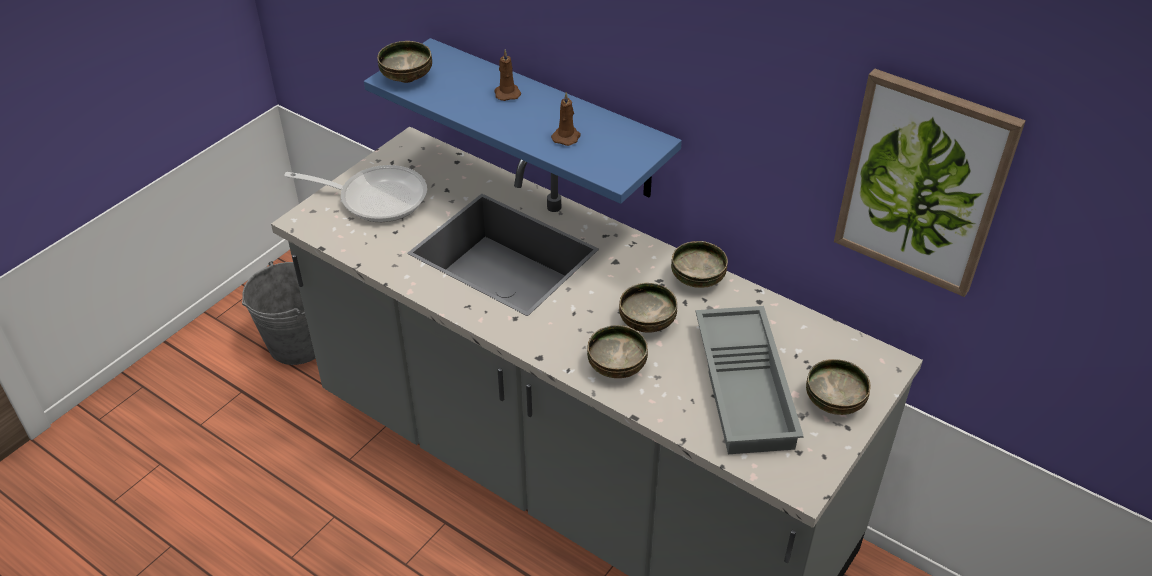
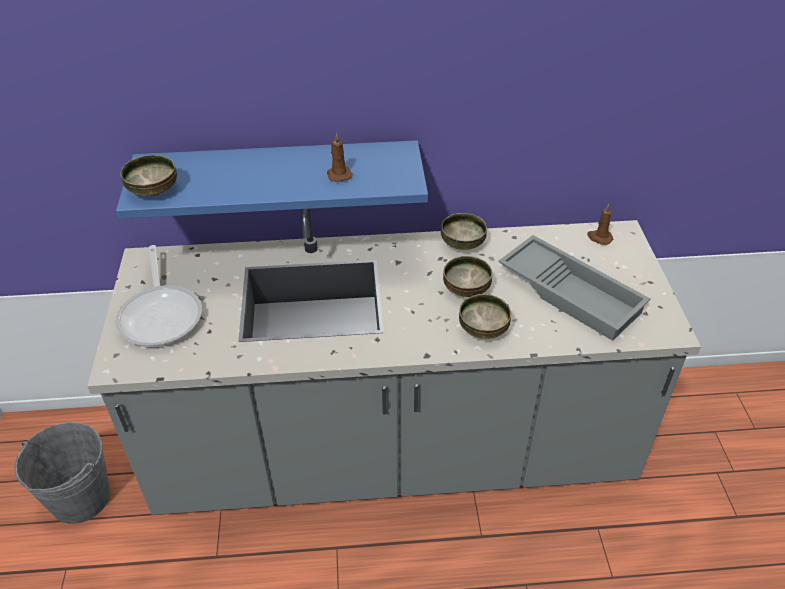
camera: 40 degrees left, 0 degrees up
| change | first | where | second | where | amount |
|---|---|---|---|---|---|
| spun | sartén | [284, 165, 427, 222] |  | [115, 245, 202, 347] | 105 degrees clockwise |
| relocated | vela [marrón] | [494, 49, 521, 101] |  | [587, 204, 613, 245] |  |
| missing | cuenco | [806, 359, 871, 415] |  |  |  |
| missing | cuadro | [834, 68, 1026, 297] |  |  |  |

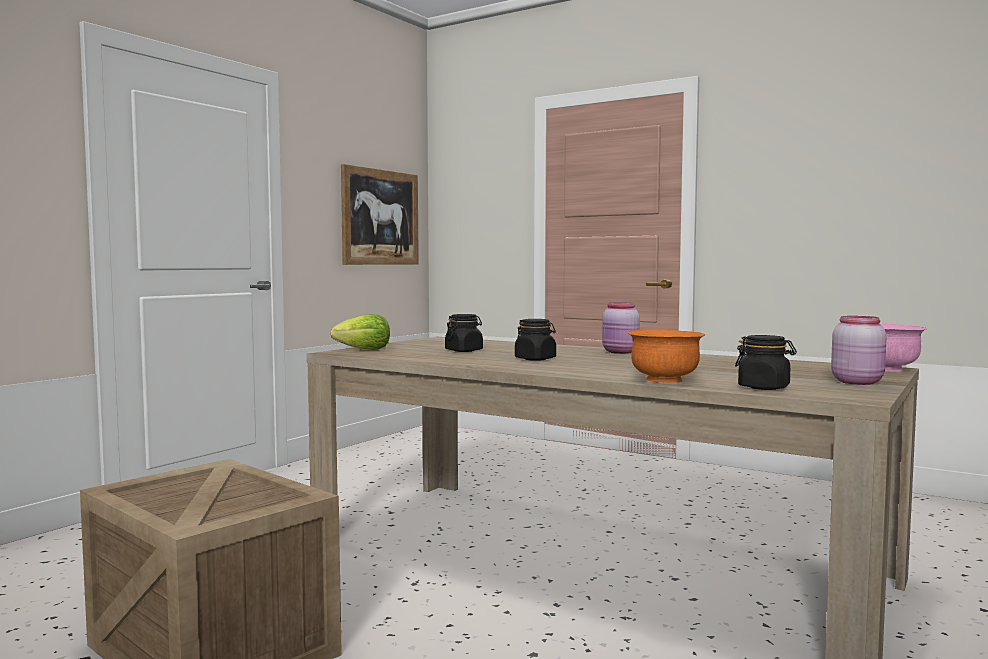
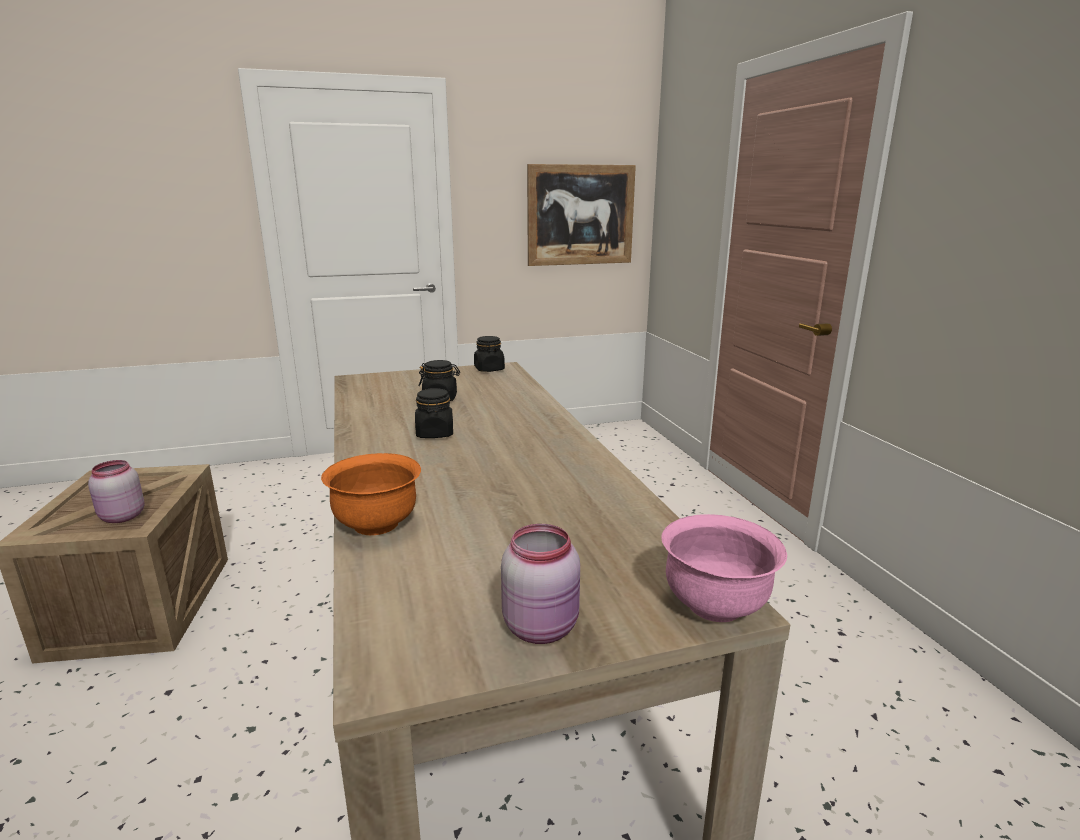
camera: 40 degrees right, 15 degrees up
| change | first | where | second | where | amount |
|---|---|---|---|---|---|
| missing | lechuga | [330, 314, 390, 350] |  |  |  |
| relocated | tarro [rosa] | [602, 303, 640, 354] |  | [88, 460, 145, 523] |  |
| relocated | tarro [negro] | [735, 335, 797, 390] |  | [474, 336, 505, 372] |  |

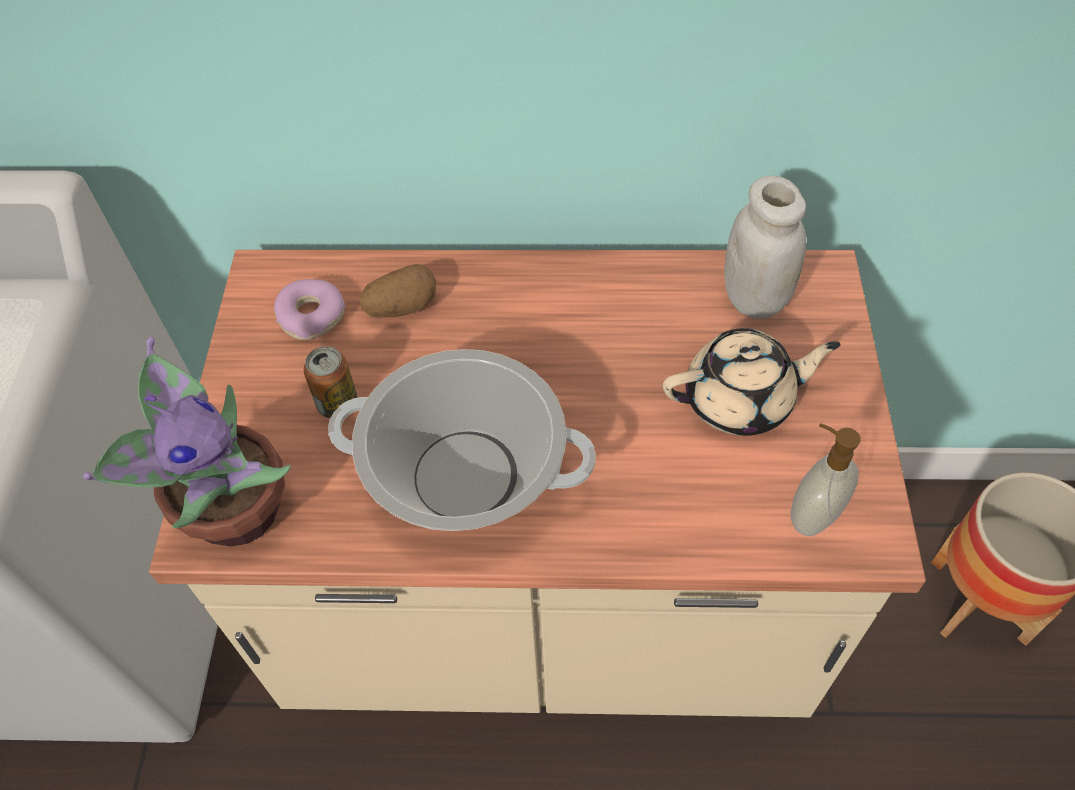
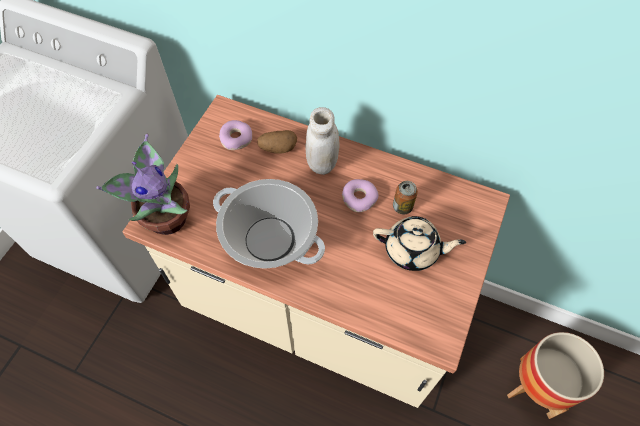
camera: 20 degrees right, 5 degrees up
| change | first | where | second | where | amount |
|---|---|---|---|---|---|
| relocated | lata | [304, 346, 358, 418] |  | [393, 181, 418, 215] |  |
| relocated | tarro [blanco] | [724, 176, 806, 319] |  | [305, 107, 339, 175] |  |
| missing | dispensador de jabón | [790, 423, 861, 536] |  |  |  |
| appeared |  |  | rosquilla | [342, 179, 379, 212] |  |

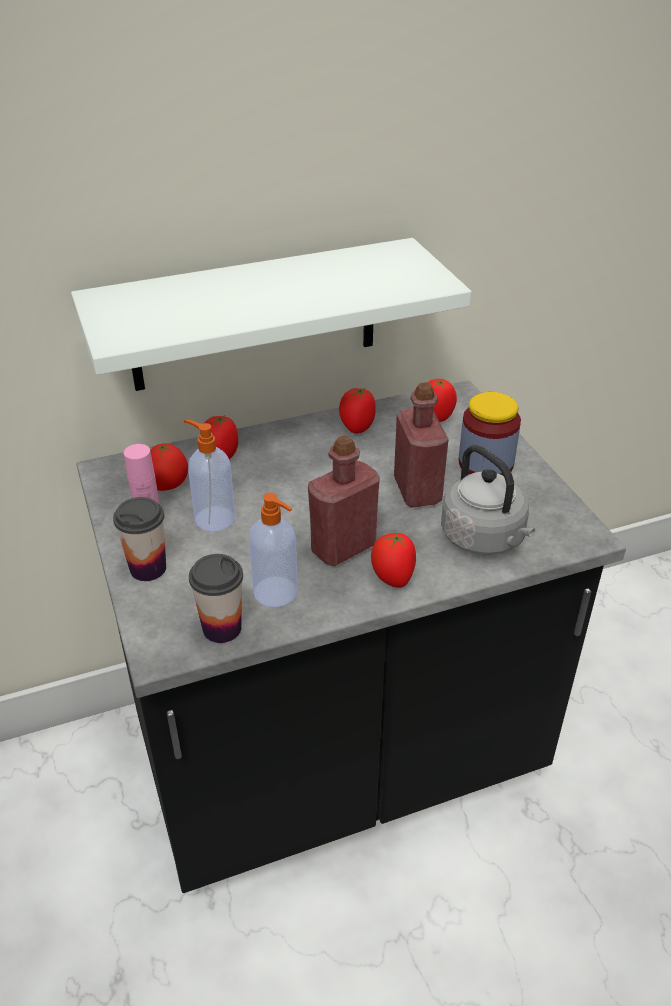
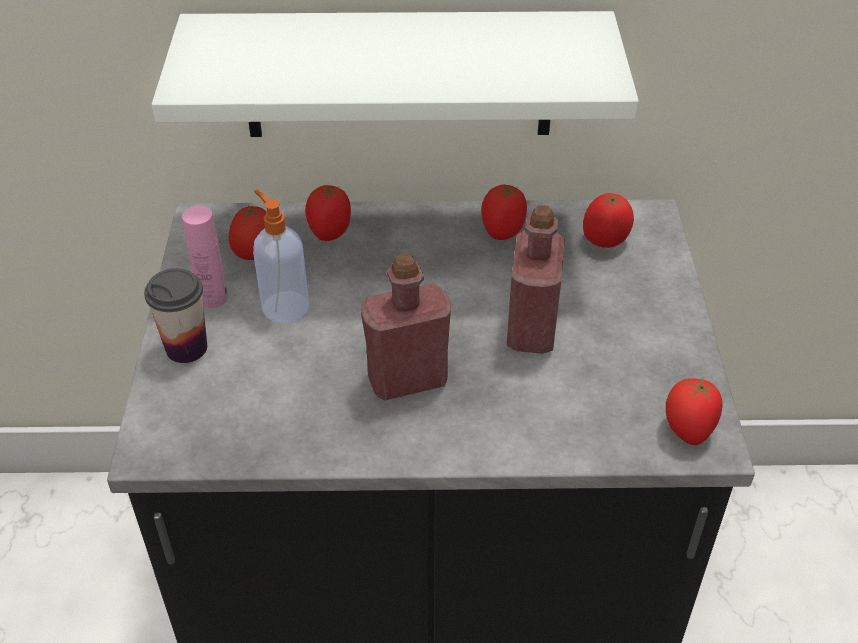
camera: 20 degrees right, 5 degrees up
| change | first | where | second | where | amount |
|---|---|---|---|---|---|
| missing | taza | [189, 554, 243, 643] |  |  |  |
| missing | dispensador de jabón | [249, 493, 298, 607] |  |  |  |
| relocated | tomate | [371, 532, 416, 588] |  | [666, 377, 723, 445] |  |
| missing | hervidor [gris] | [441, 445, 535, 555] |  |  |  |
| missing | tarro | [458, 392, 521, 475] |  |  |  |

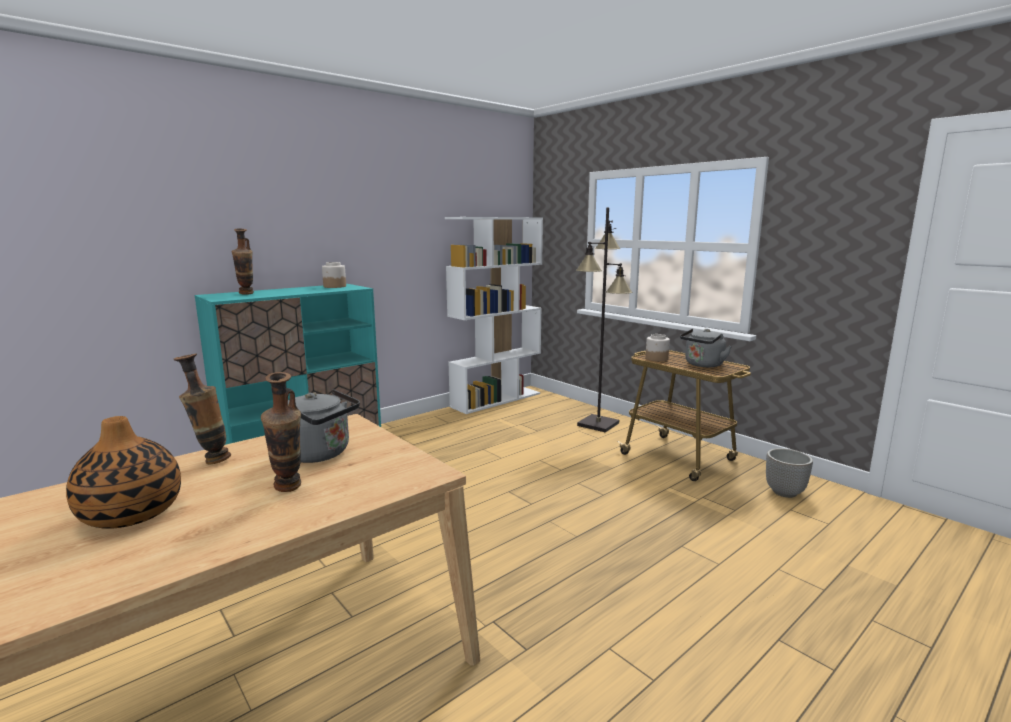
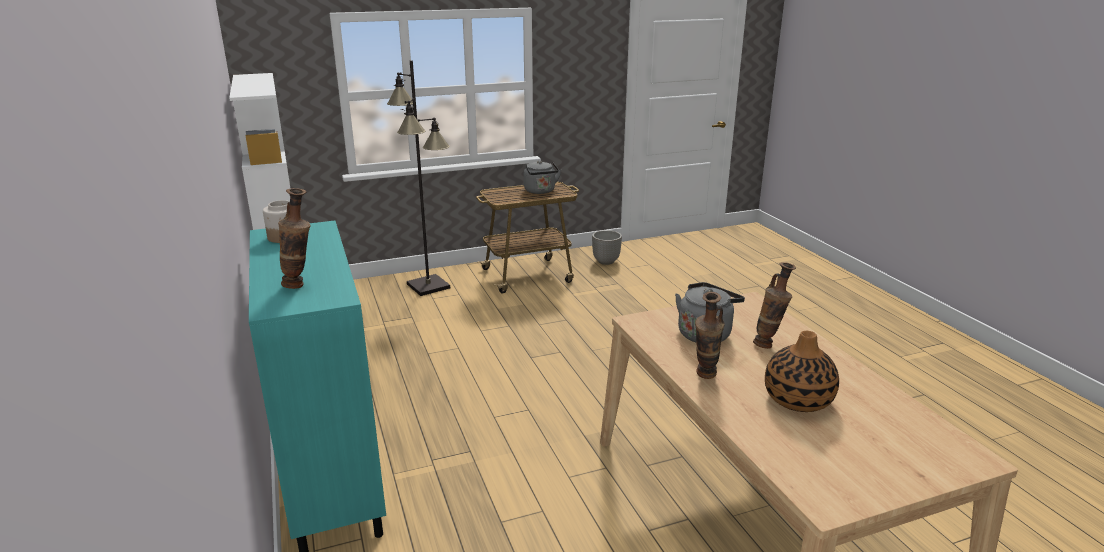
camera: 70 degrees left, 10 degrees up
| change | first | where | second | where | amount |
|---|---|---|---|---|---|
| missing | tarro | [645, 334, 670, 362] |  |  |  |

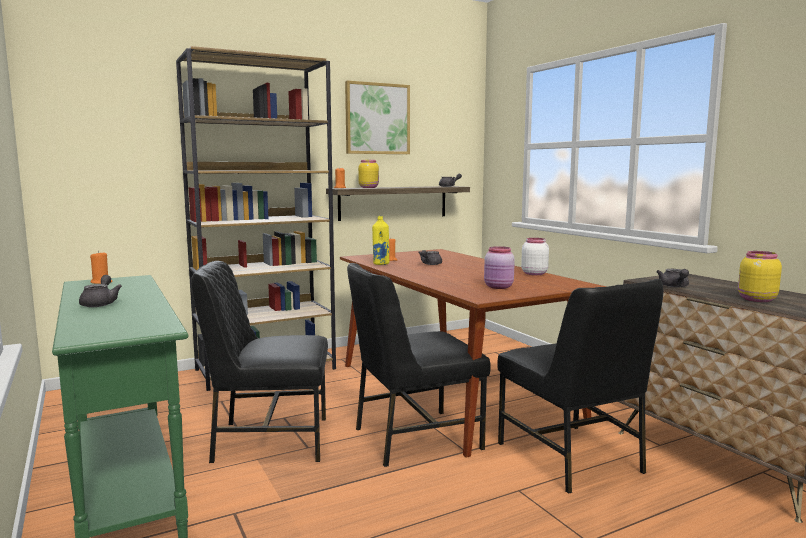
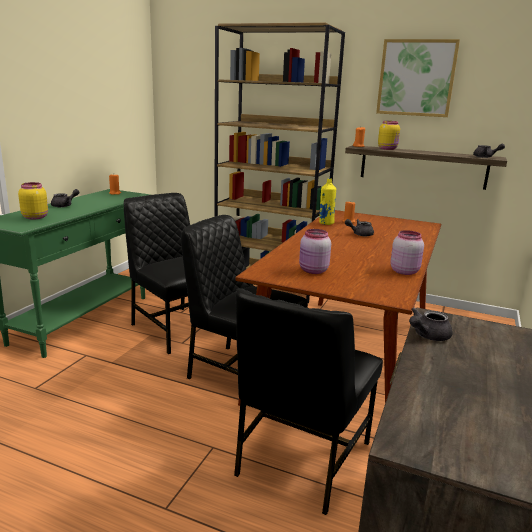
camera: 50 degrees right, 10 degrees up
| change | first | where | second | where | amount |
|---|---|---|---|---|---|
| colour | tarro [blanco] | [521, 238, 549, 275] | tarro [rosa] | [390, 230, 424, 275] |  |
| relocated | tarro [amarillo] | [738, 251, 782, 302] |  | [18, 182, 48, 220] |  |

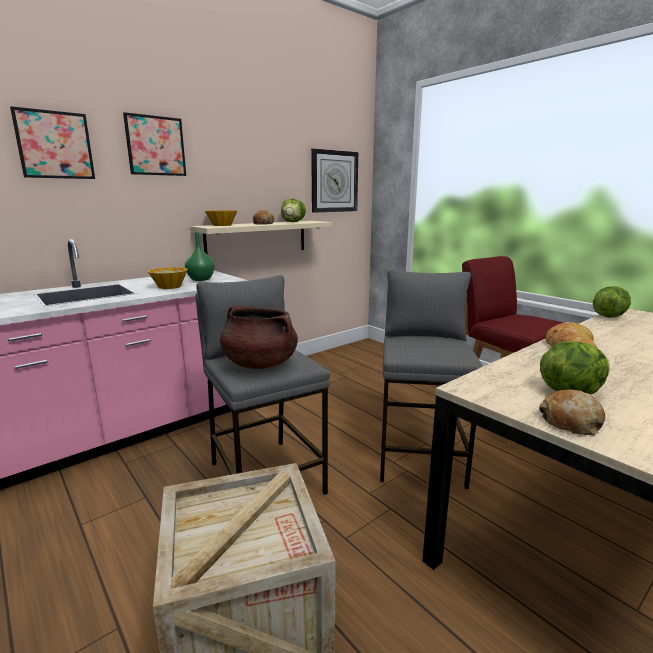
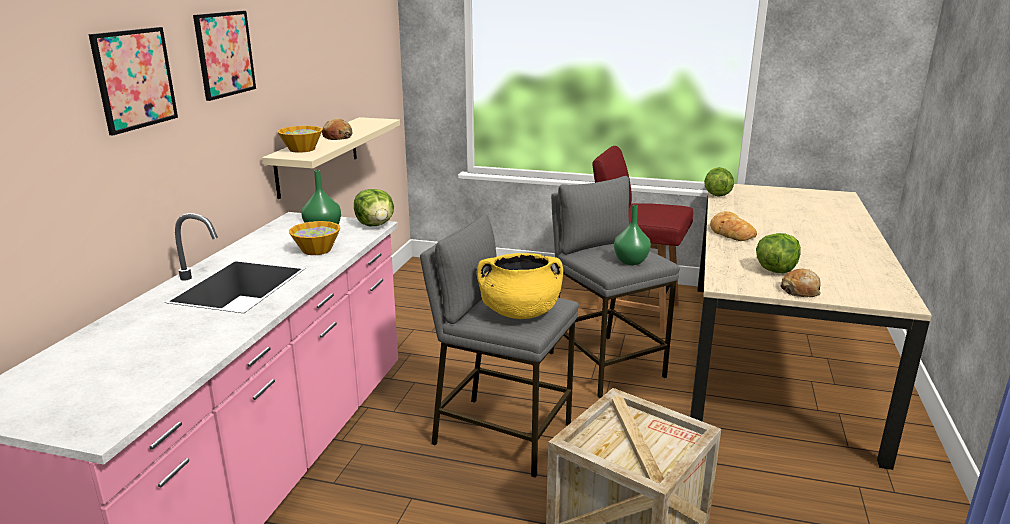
camera: 35 degrees left, 5 degrees up
| change | first | where | second | where | amount |
|---|---|---|---|---|---|
| colour | olla [marrón] | [220, 306, 298, 369] | olla [amarillo] | [477, 253, 563, 319] |  |
| relocated | lechuga | [281, 198, 306, 222] |  | [354, 189, 394, 226] |  |
| missing | reloj de pared | [311, 148, 358, 212] |  |  |  |
| appeared |  |  | florero [verde] | [614, 205, 651, 265] |  |

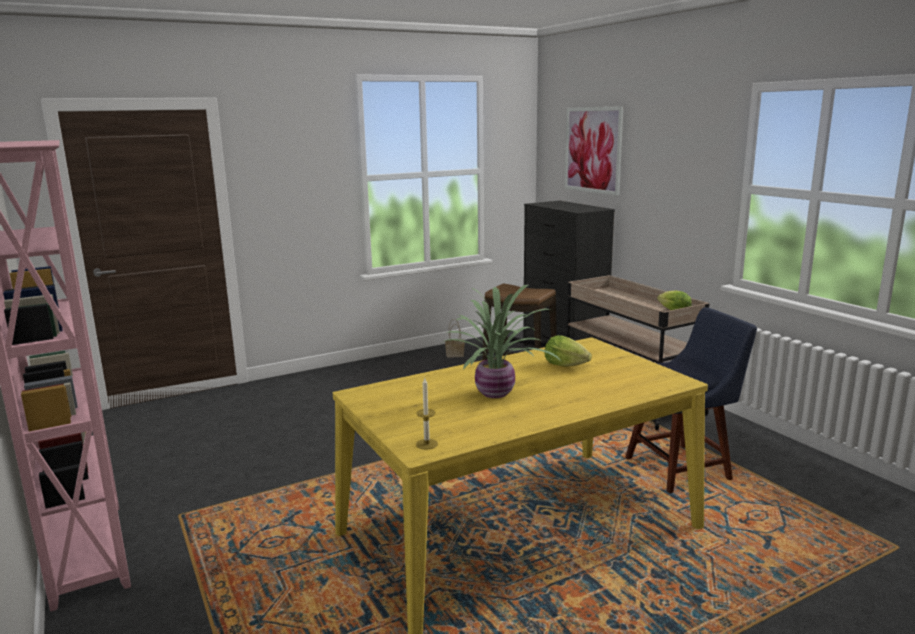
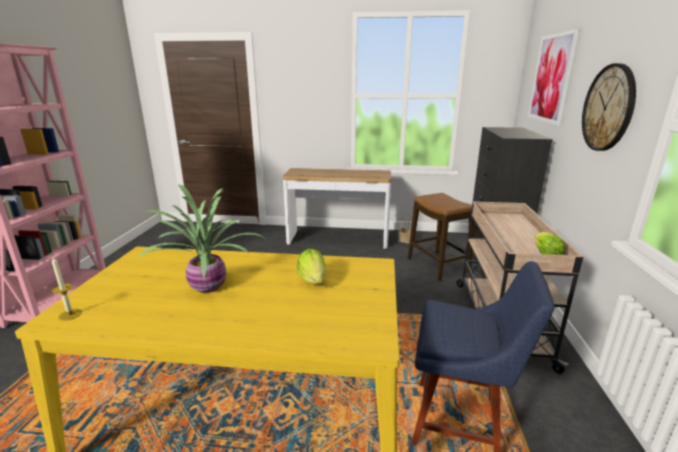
camera: 35 degrees right, 5 degrees up
| change | first | where | second | where | amount |
|---|---|---|---|---|---|
| appeared |  |  | mesa consola | [283, 168, 391, 249] |  |
| appeared |  |  | reloj de pared | [582, 63, 636, 151] |  |

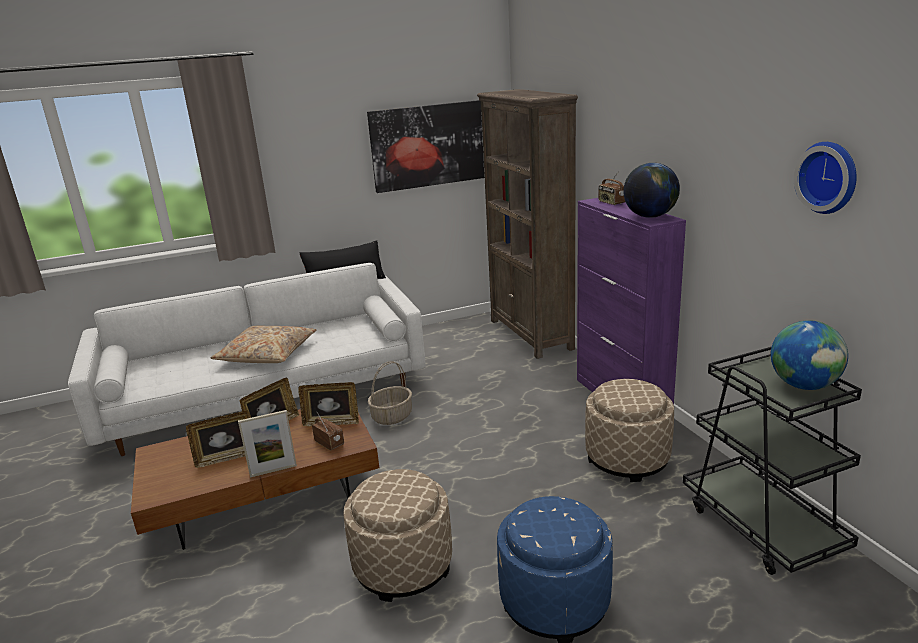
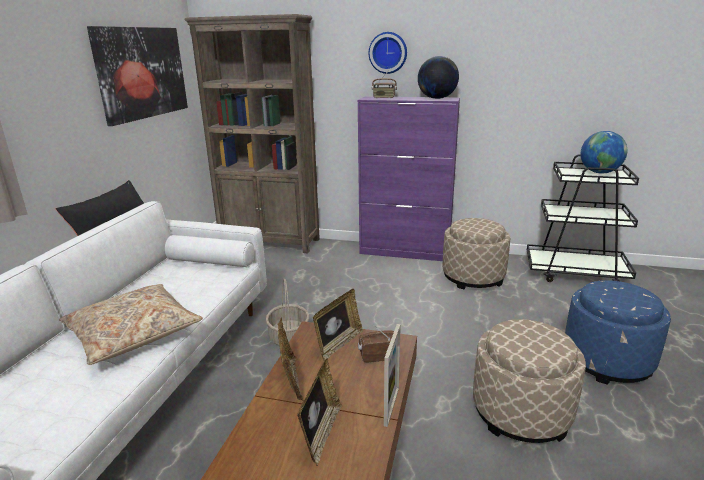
camera: 55 degrees left, 0 degrees up
| change | first | where | second | where | amount |
|---|---|---|---|---|---|
| relocated | reloj de pared | [794, 142, 857, 214] |  | [369, 32, 407, 74] |  |

